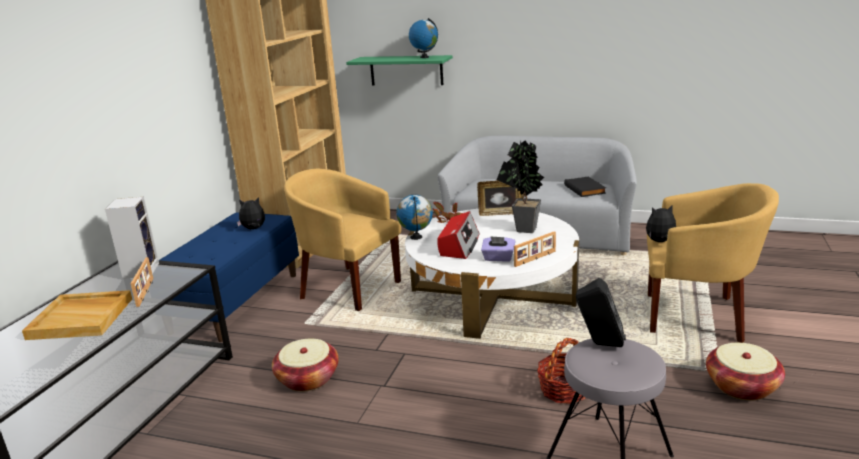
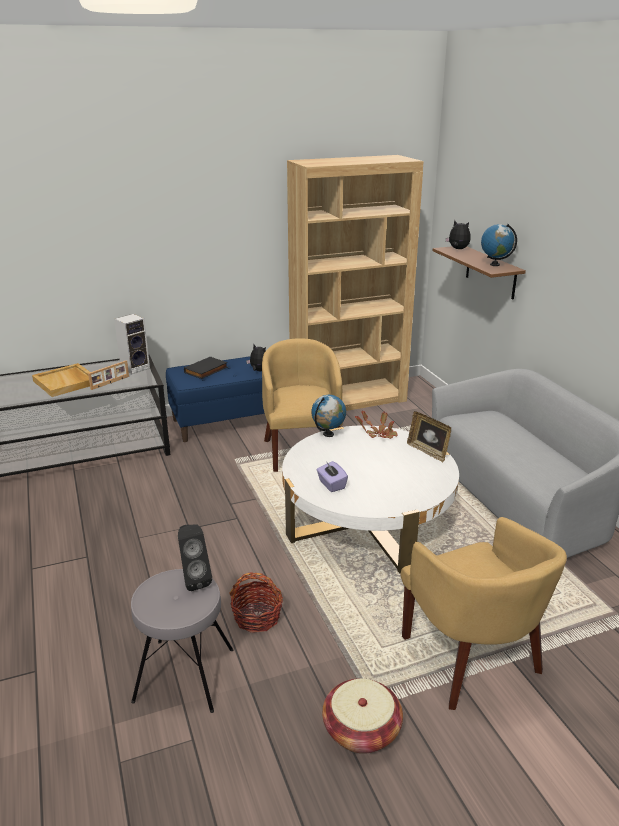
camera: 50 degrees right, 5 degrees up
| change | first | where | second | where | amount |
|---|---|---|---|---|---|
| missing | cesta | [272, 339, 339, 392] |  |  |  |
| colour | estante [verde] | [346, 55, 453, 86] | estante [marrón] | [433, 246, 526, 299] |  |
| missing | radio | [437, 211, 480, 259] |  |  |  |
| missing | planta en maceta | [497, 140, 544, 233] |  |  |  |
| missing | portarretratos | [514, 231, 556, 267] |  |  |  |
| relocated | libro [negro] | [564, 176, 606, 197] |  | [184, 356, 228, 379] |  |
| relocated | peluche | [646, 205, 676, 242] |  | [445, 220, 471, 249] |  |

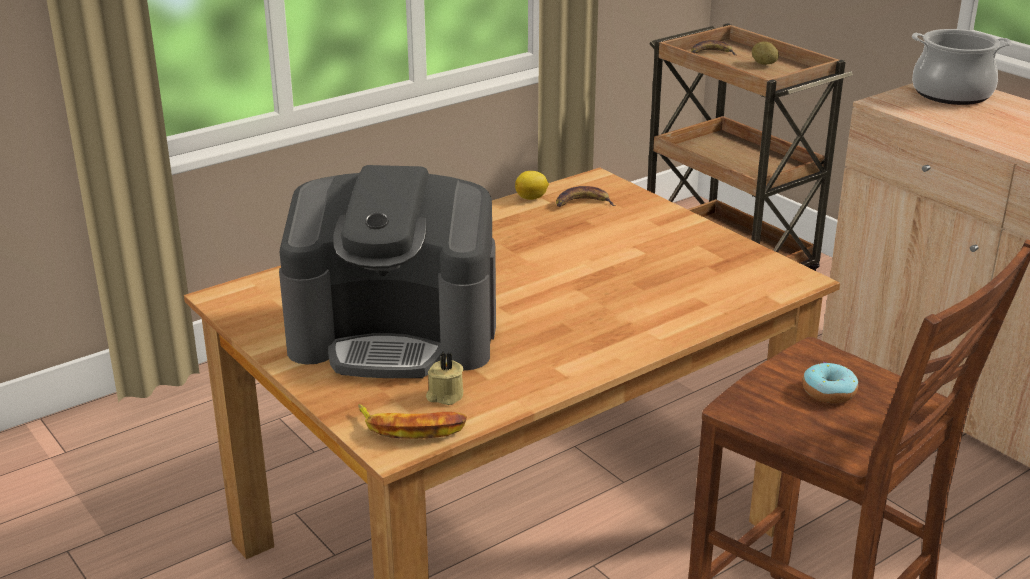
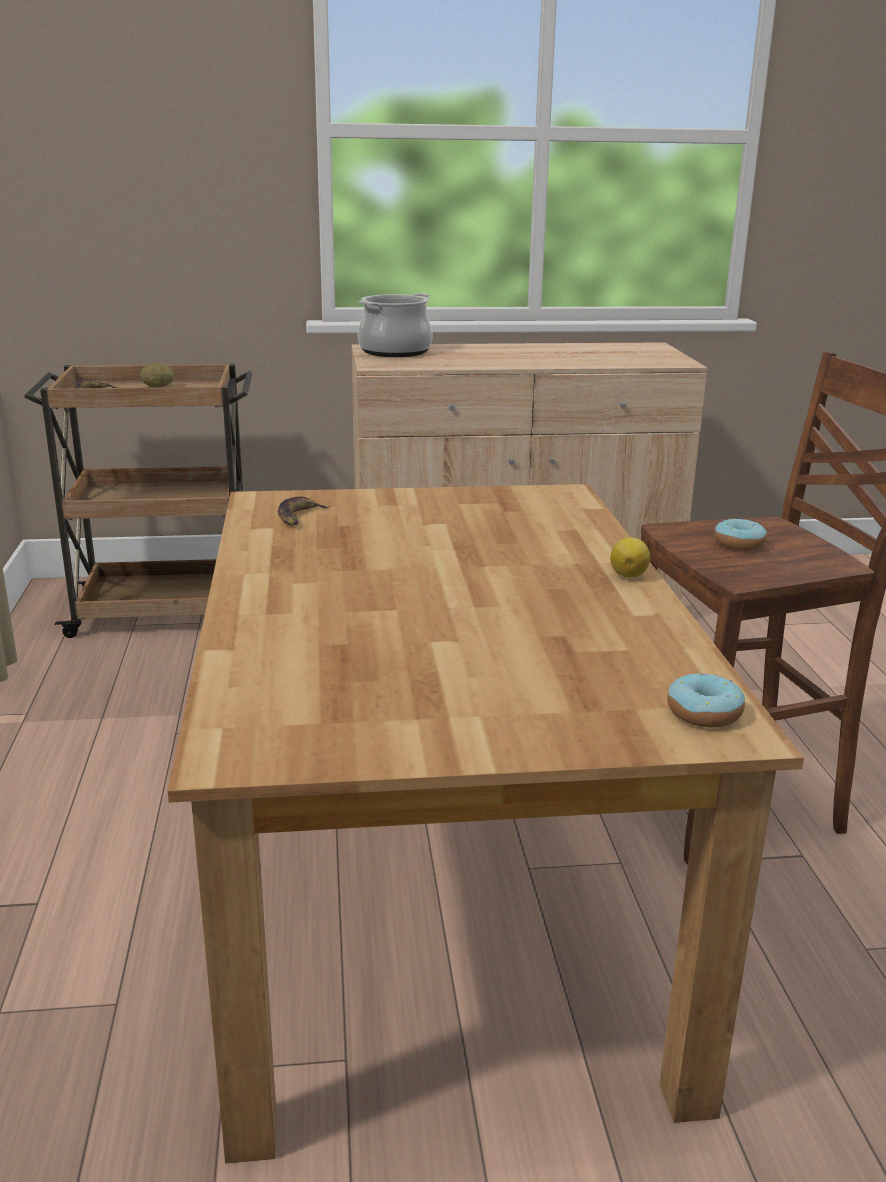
camera: 60 degrees left, 5 degrees down
| change | first | where | second | where | amount |
|---|---|---|---|---|---|
| missing | cafetera | [279, 165, 496, 378] |  |  |  |
| exchanged | plátano | [358, 404, 467, 439] | rosquilla | [667, 673, 745, 728] |  |
| missing | vela [beis] | [426, 353, 463, 405] |  |  |  |
| relocated | limón | [515, 171, 549, 200] |  | [610, 537, 650, 578] |  |

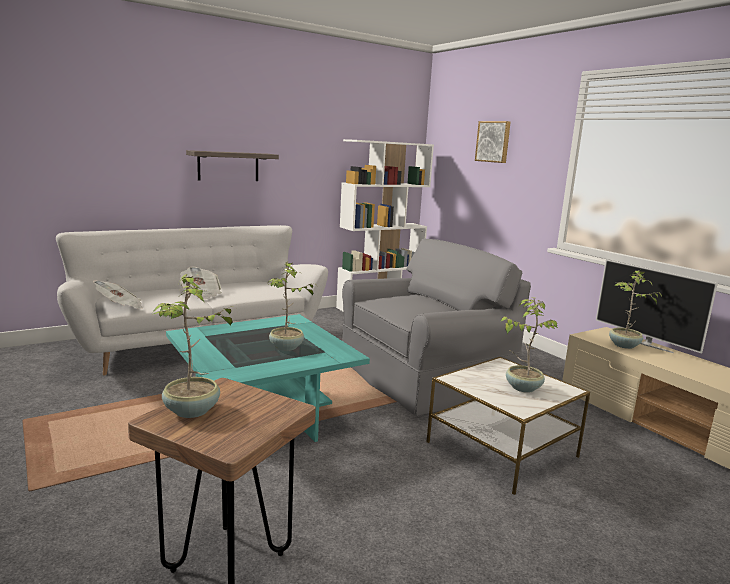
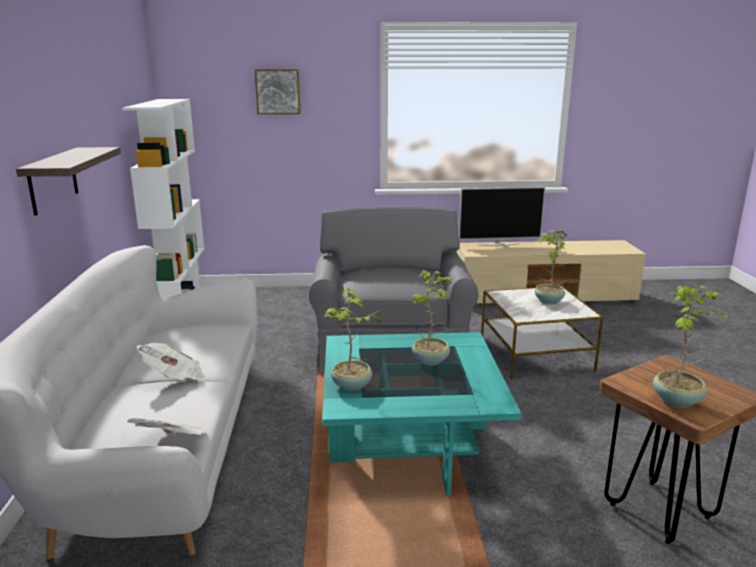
camera: 60 degrees left, 5 degrees up
| change | first | where | second | where | amount |
|---|---|---|---|---|---|
| relocated | planta en maceta | [609, 270, 662, 349] |  | [324, 287, 382, 391] |  |

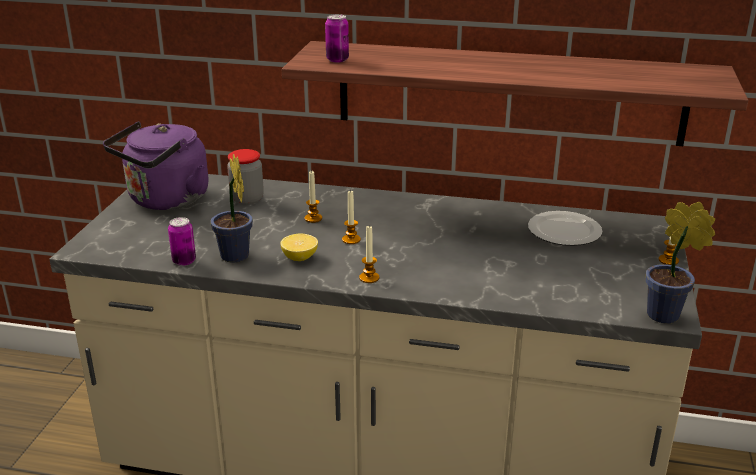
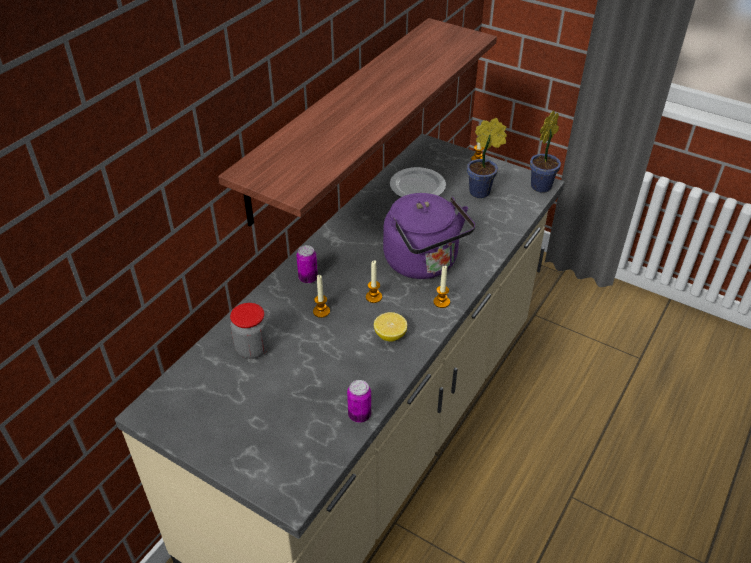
camera: 70 degrees left, 15 degrees up
| change | first | where | second | where | amount |
|---|---|---|---|---|---|
| relocated | hervidor [morado] | [103, 121, 209, 210] |  | [383, 193, 475, 279] |  |
| relocated | planta en maceta | [211, 154, 253, 263] |  | [467, 118, 507, 198] |  |
| relocated | lata | [325, 14, 349, 63] |  | [296, 245, 318, 283] |  |

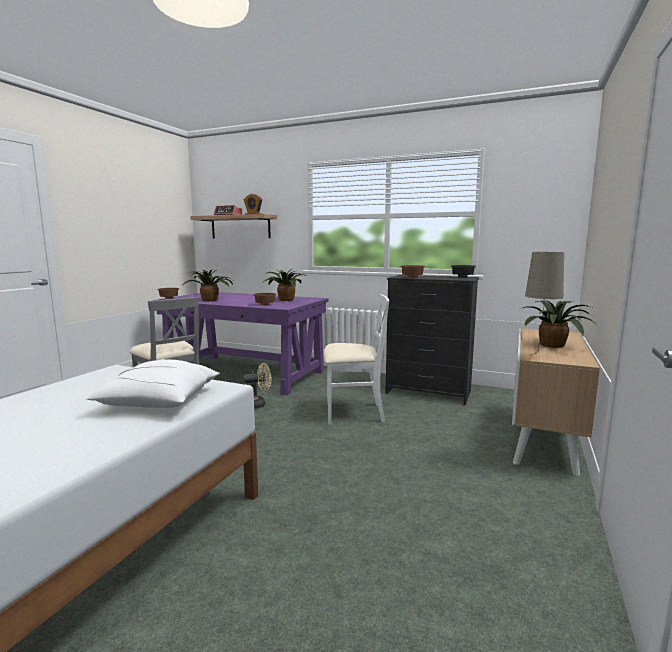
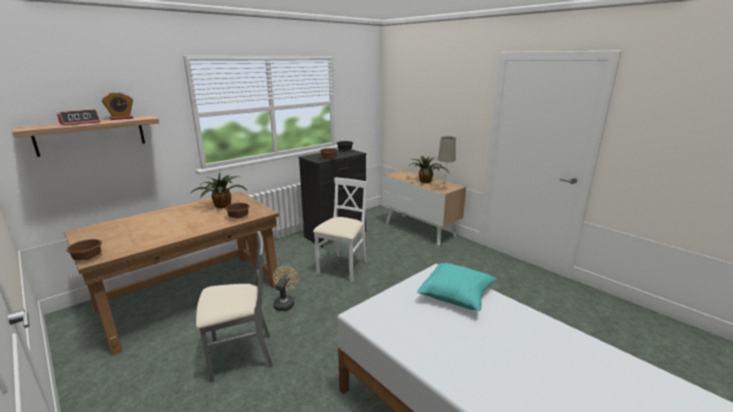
camera: 65 degrees left, 10 degrees up
| change | first | where | second | where | amount |
|---|---|---|---|---|---|
| colour | cojín [blanco] | [86, 359, 220, 408] | cojín [turquesa] | [417, 263, 496, 311] |  |
| colour | escritorio [morado] | [152, 292, 329, 395] | escritorio [marrón] | [64, 191, 279, 355] |  |
| missing | planta en maceta | [182, 270, 233, 301] |  |  |  |

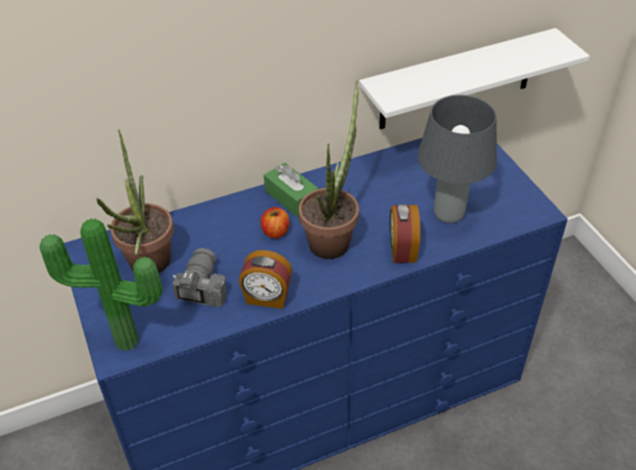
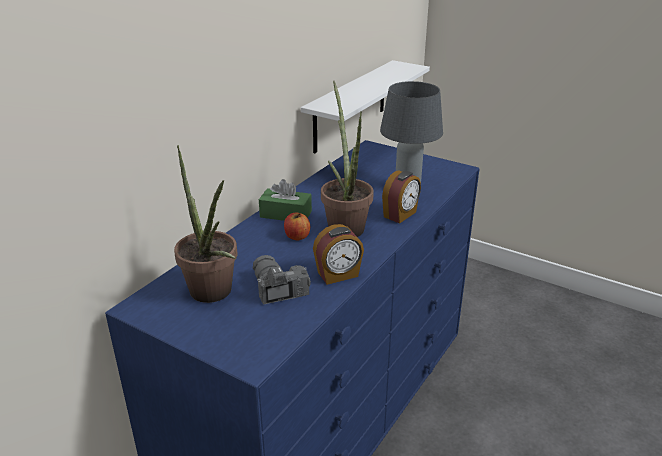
camera: 35 degrees left, 15 degrees down
| change | first | where | second | where | amount |
|---|---|---|---|---|---|
| missing | planta en maceta | [40, 219, 162, 351] |  |  |  |
| spun | despertador | [389, 204, 420, 263] |  | [382, 170, 421, 223] | 105 degrees counterclockwise |

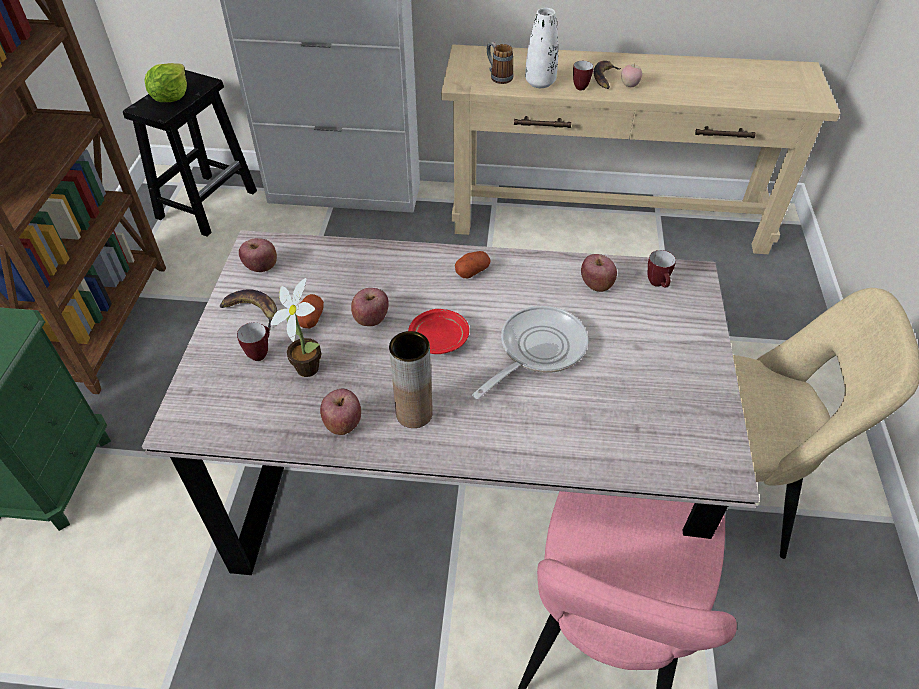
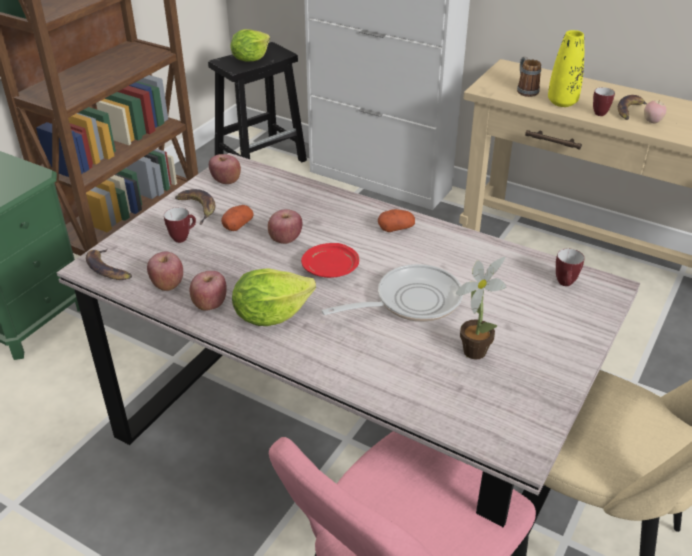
camera: 25 degrees right, 10 degrees down
| change | first | where | second | where | amount |
|---|---|---|---|---|---|
| relocated | planta en maceta | [271, 278, 321, 377] |  | [456, 257, 506, 360] |  |
| exchanged | florero [marrón] | [389, 331, 433, 428] | lechuga | [232, 268, 316, 326] |  |
| colour | florero [blanco] | [525, 8, 558, 88] | florero [amarillo] | [548, 30, 584, 107] |  |
| relocated | manzana | [581, 254, 617, 292] |  | [147, 251, 183, 291] |  |
| appeared |  |  | plátano | [86, 249, 132, 280] |  |

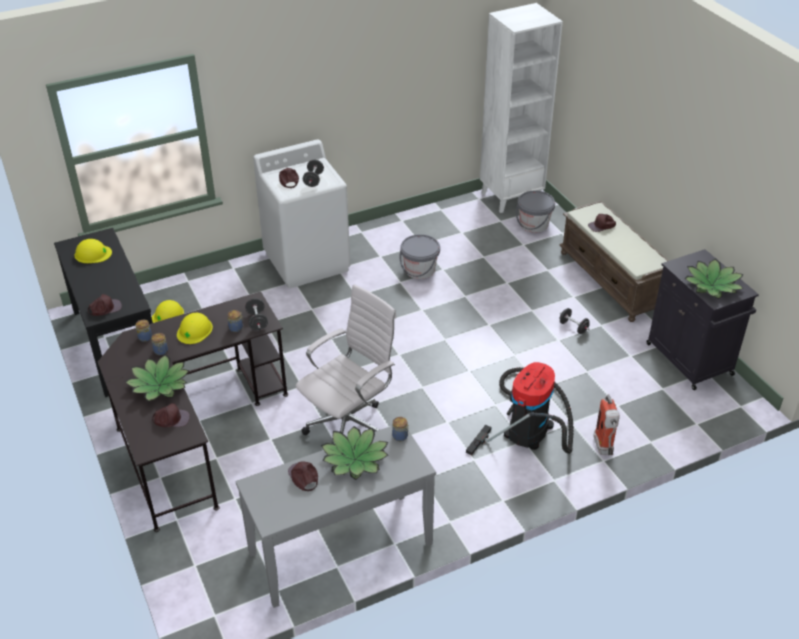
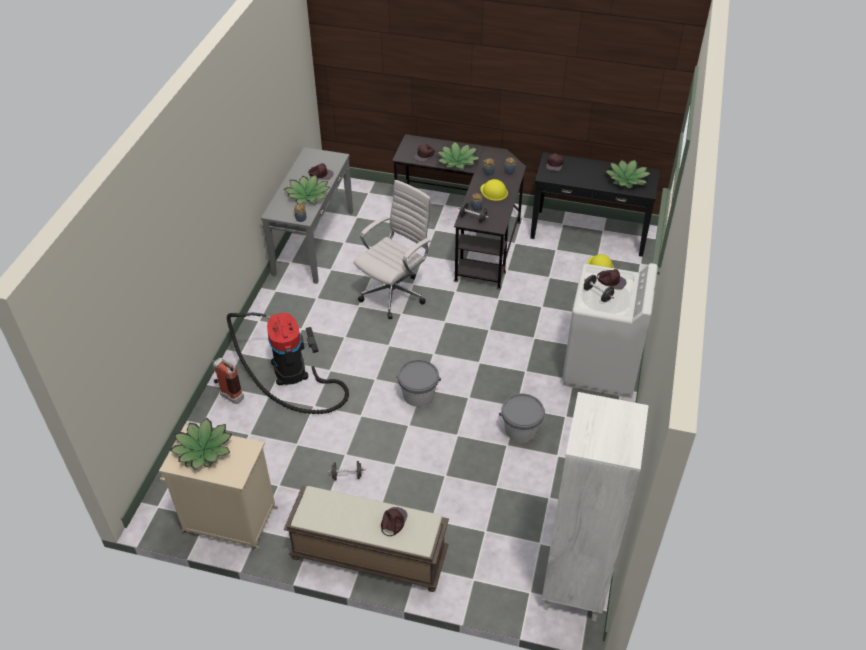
camera: 130 degrees right, 5 degrees up
| change | first | where | second | where | amount |
|---|---|---|---|---|---|
| exchanged | casco [amarillo] | [74, 239, 112, 263] | planta en maceta | [605, 160, 651, 189] |  |
| spun | silla de oficina [blanco] | [296, 284, 396, 435] |  | [353, 180, 431, 319] | 135 degrees counterclockwise |
| relocated | cubo [gris] | [516, 190, 555, 233] |  | [397, 360, 441, 407] |  |
| colour | armario [negro] | [646, 249, 759, 390] | armario [beis] | [159, 425, 278, 550] |  |

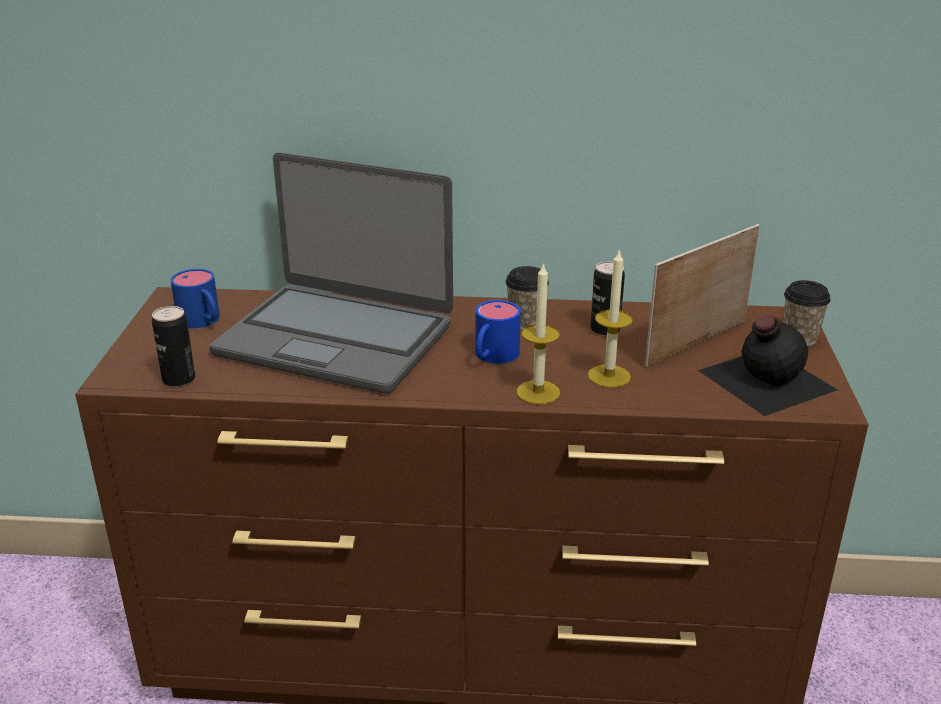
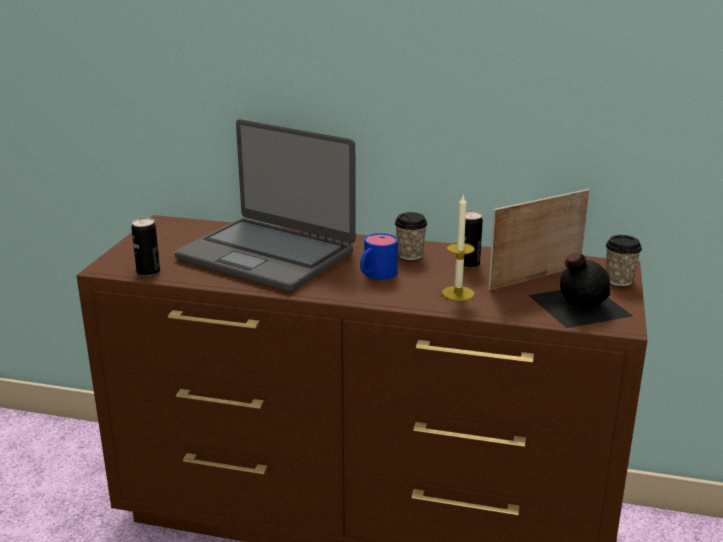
camera: 10 degrees right, 5 degrees down
| change | first | where | second | where | amount |
|---|---|---|---|---|---|
| missing | taza grande [azul] | [170, 269, 220, 328] |  |  |  |
| missing | vela | [516, 262, 560, 404] |  |  |  |

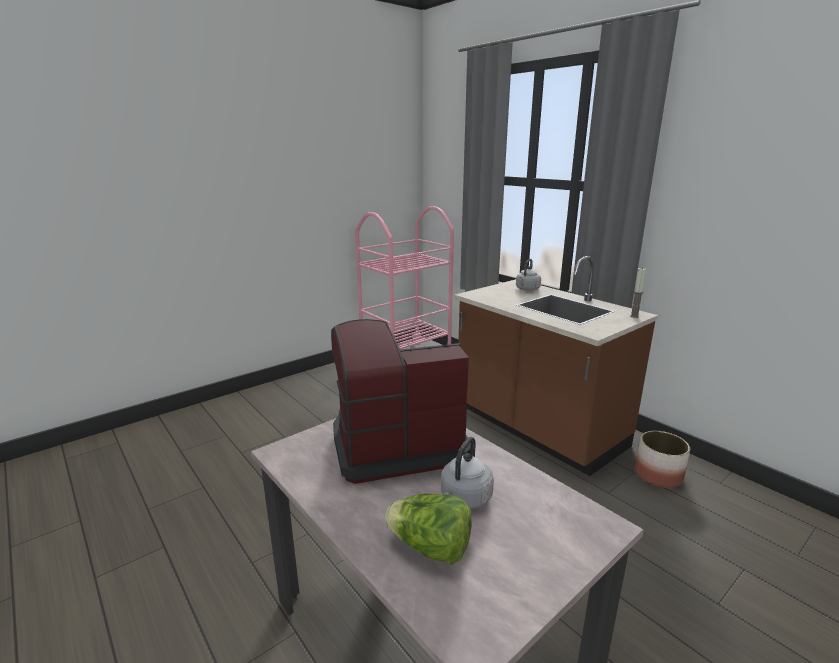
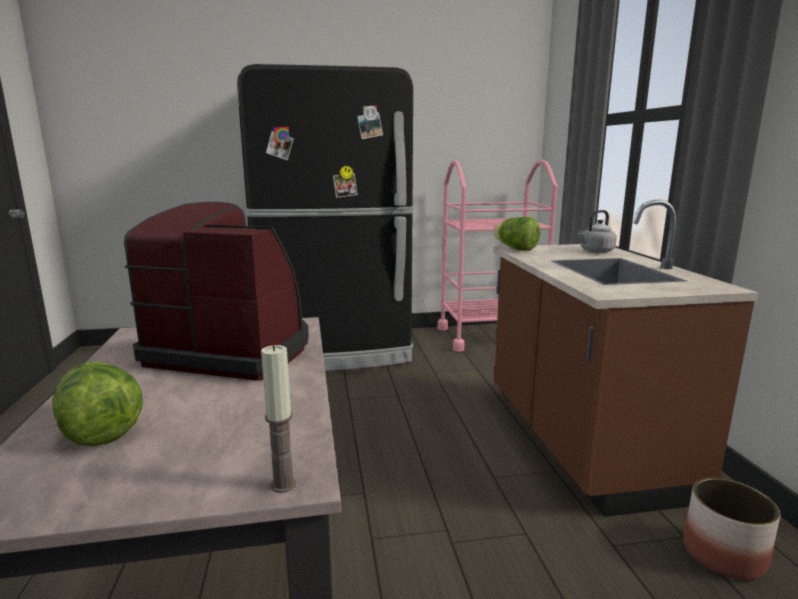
camera: 30 degrees right, 5 degrees down
| change | first | where | second | where | amount |
|---|---|---|---|---|---|
| missing | hervidor [gris] | [441, 437, 494, 509] |  |  |  |
| relocated | vela | [630, 267, 647, 318] |  | [261, 345, 296, 493] |  |
| appeared |  |  | nevera [negro] | [237, 64, 414, 371] |  |
| appeared |  |  | lechuga | [494, 217, 540, 251] |  |

